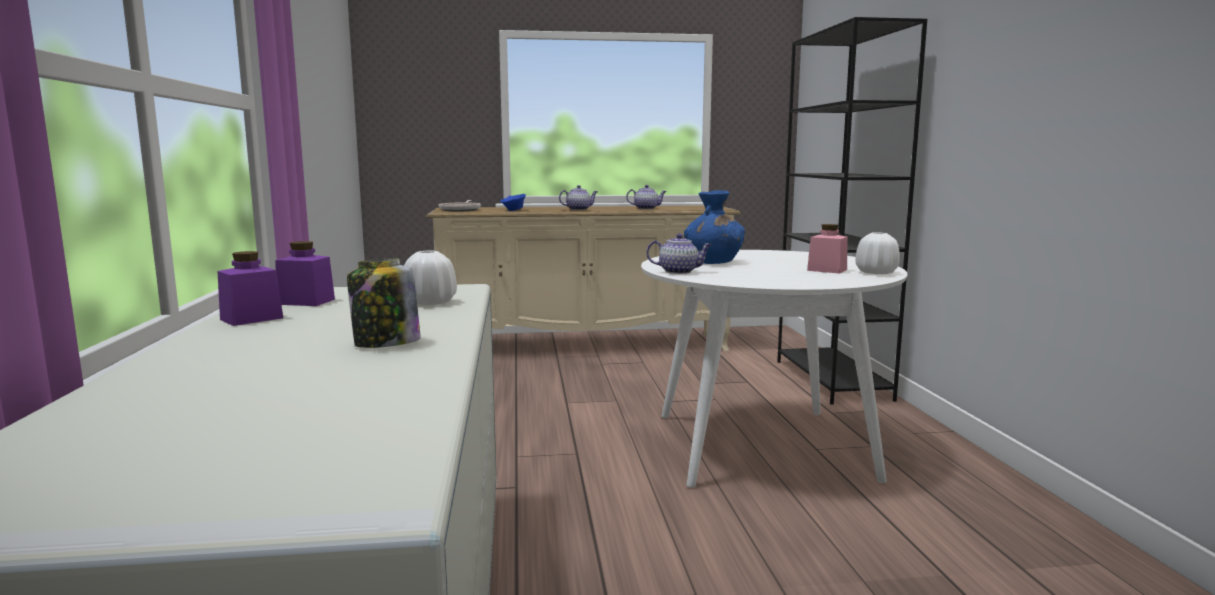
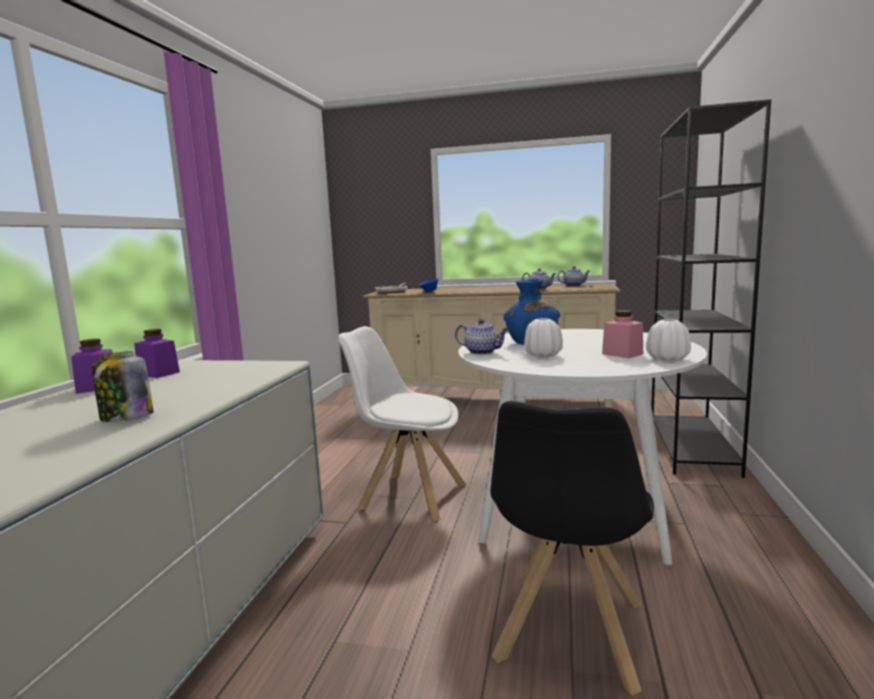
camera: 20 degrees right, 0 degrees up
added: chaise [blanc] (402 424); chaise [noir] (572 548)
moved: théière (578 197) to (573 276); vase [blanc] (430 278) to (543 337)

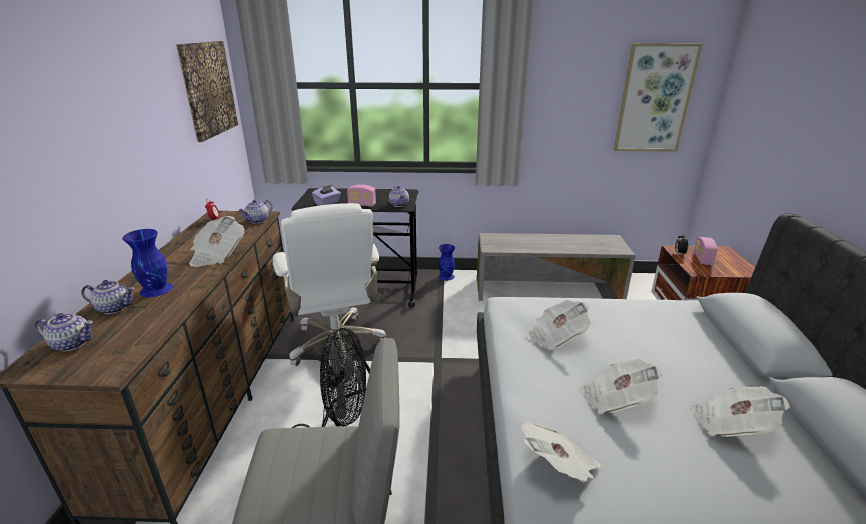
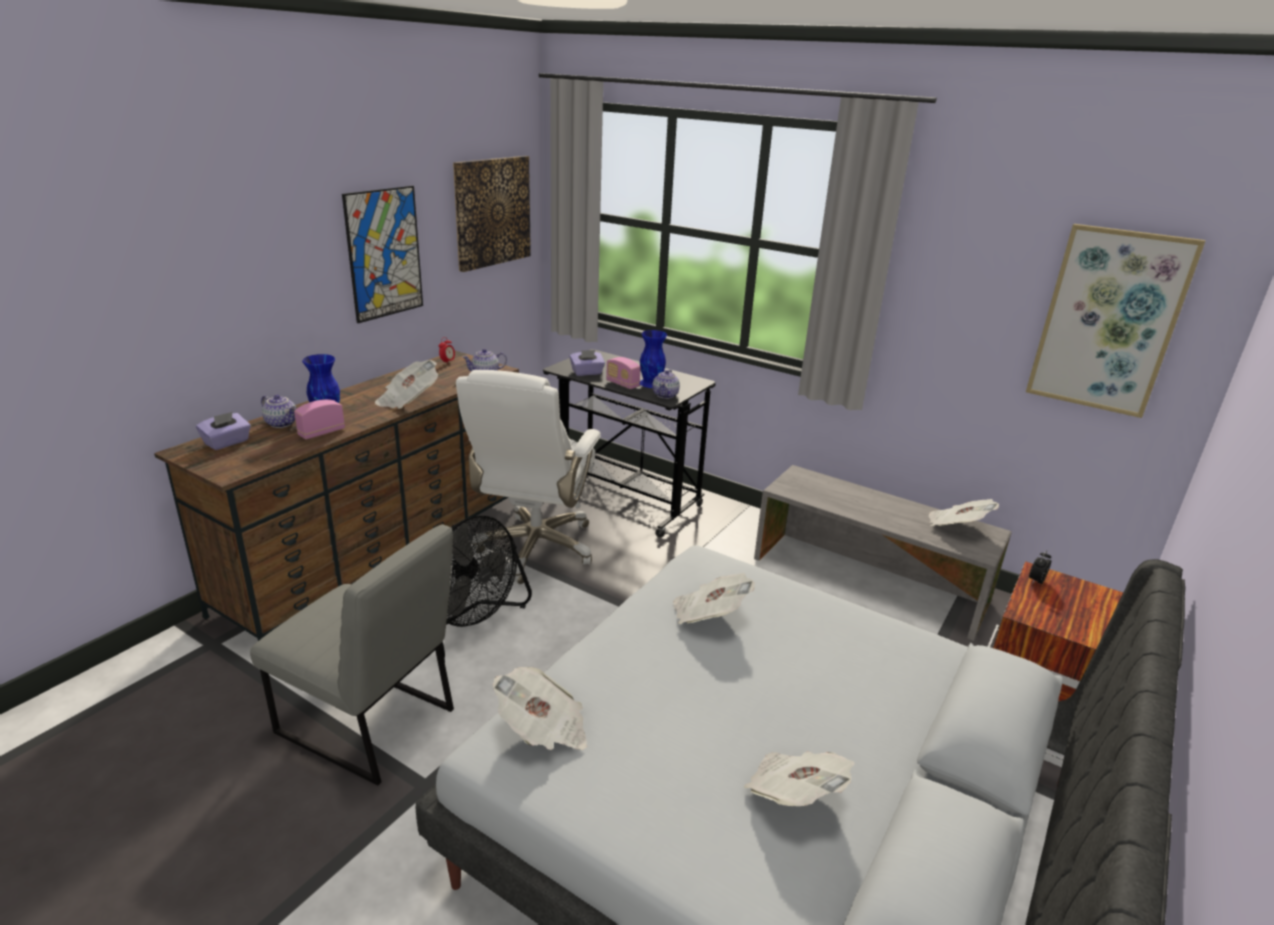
camera: 30 degrees right, 0 degrees up
added: tableau (382 254)
moved: radio (706 251) to (319 419); vase [bleu] (447 262) to (653 359); journal (621 386) to (964 512)
replaced: théière (64 332) to boîte à mouchoirs [violet] (223 431)

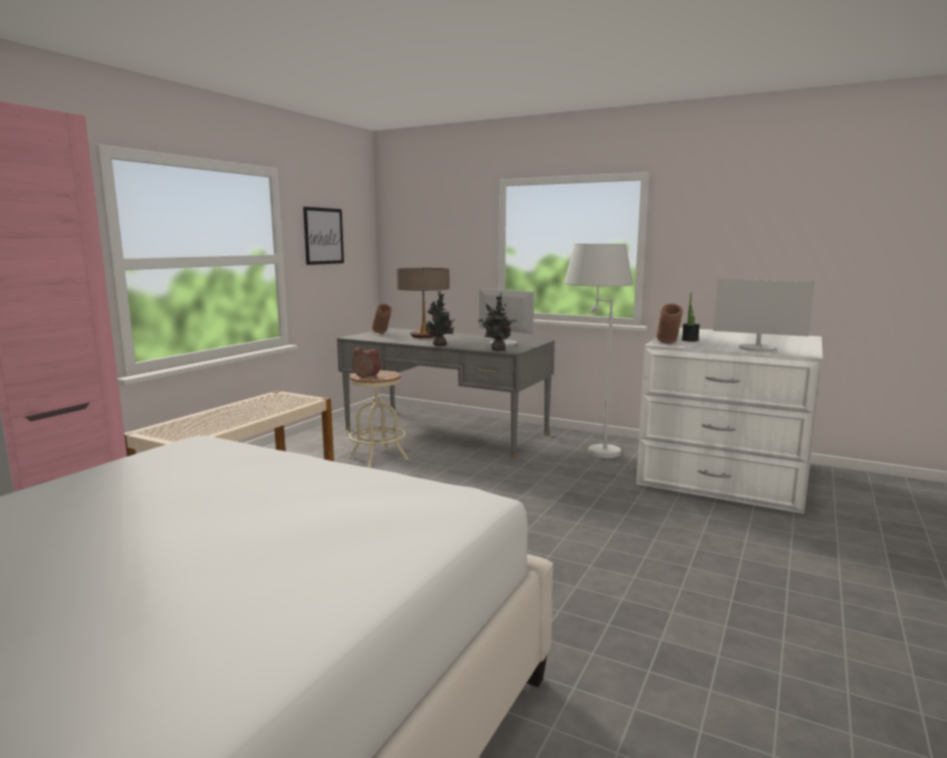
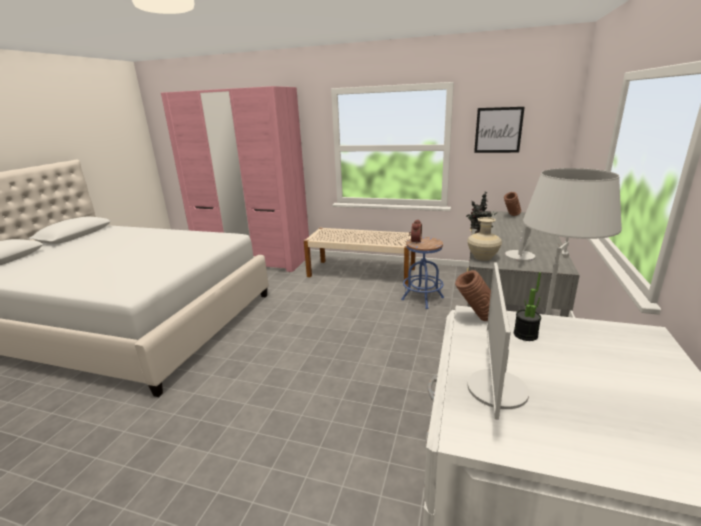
camera: 80 degrees right, 10 degrees up
removed: lampe de table (422 303)
replaced: plante en pot (497 322) to vase [beige] (484 239)
recoloured: tabouret [beige] (378 419) to tabouret [bleu] (422 273)

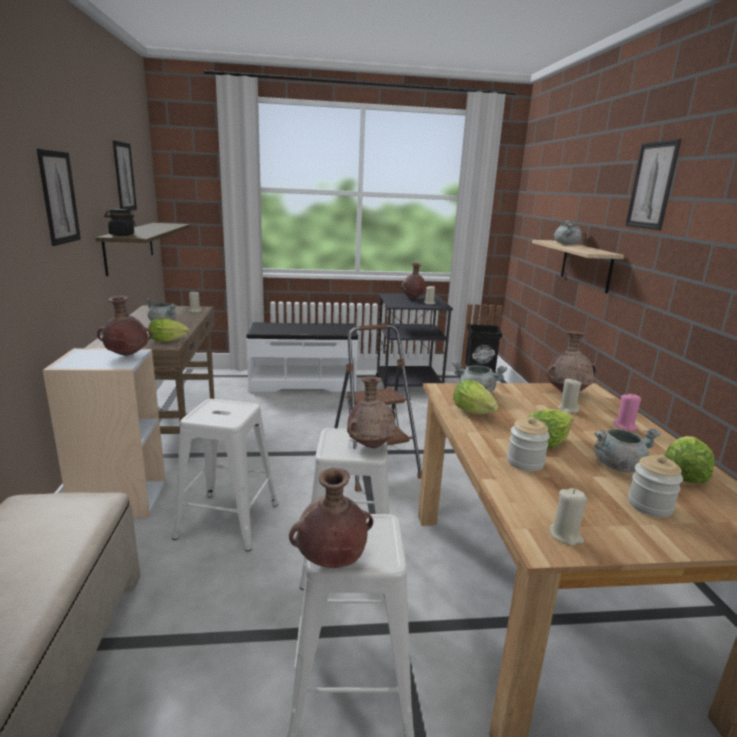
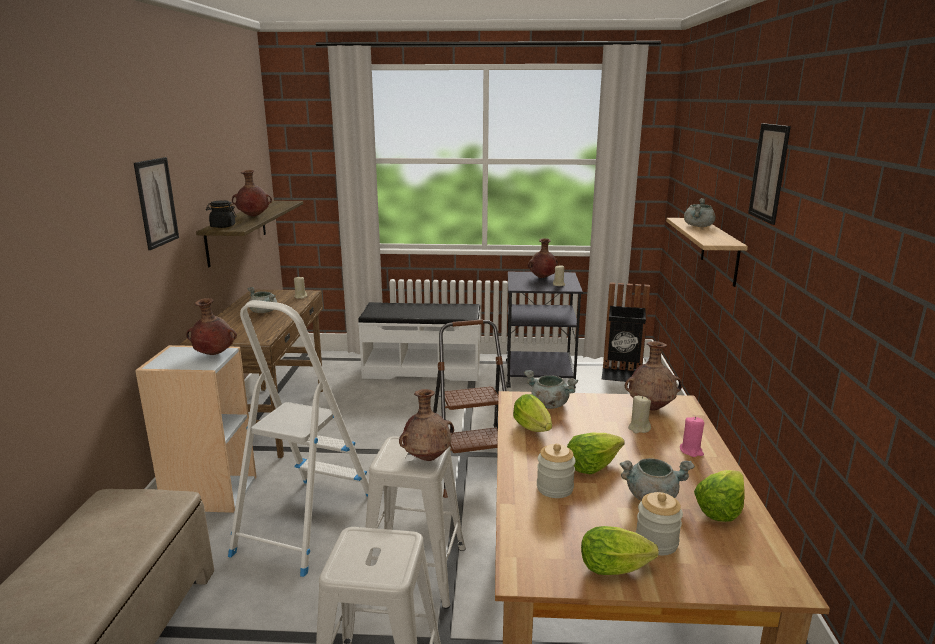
camera: 10 degrees right, 0 degrees up
removed: tableau (125 175); bougie [beige] (568 517)
moved: laitue (168 330) to (620 550); vase [marron] (331 517) to (252 193)
replaced: tabouret [blanc] (225 475) to escabeau [blanc] (298 438)

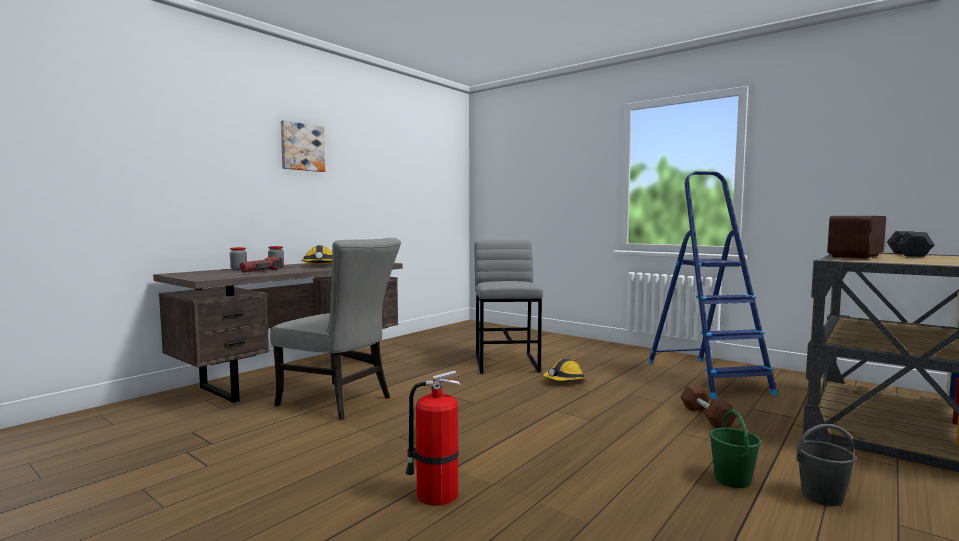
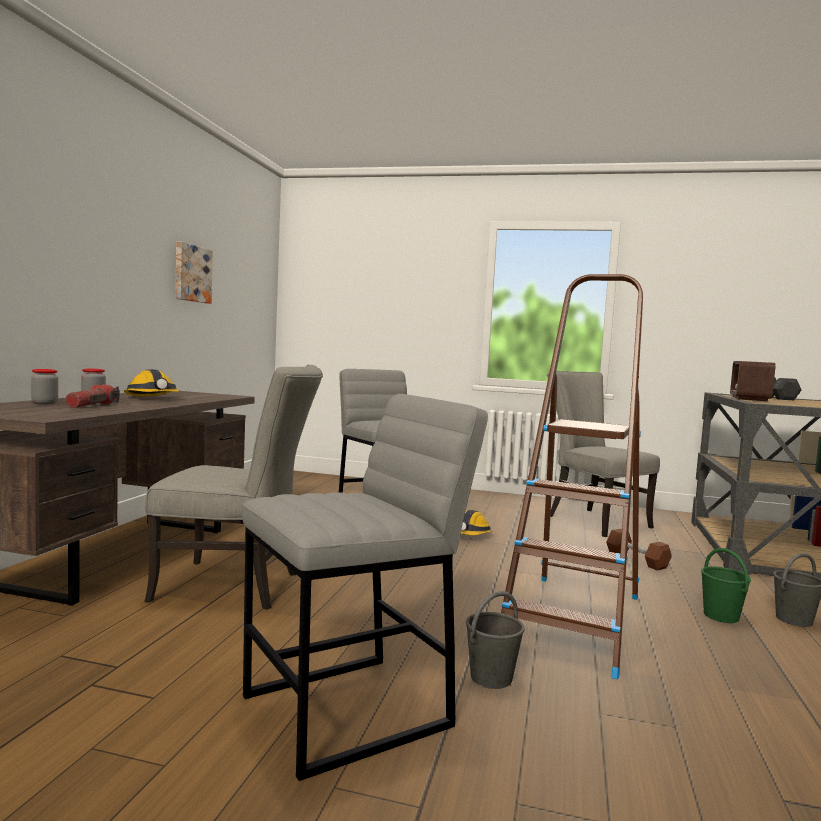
camera: 25 degrees left, 0 degrees up
added: escabeau [marron] (572 476); tabouret [gris] (365 587)
moved: tableau (303 146) to (194 273)
replaced: escabeau [bleu] (713 285) to chaise [gris] (603 454); extincteur (433 438) to seau [gris] (495 640)

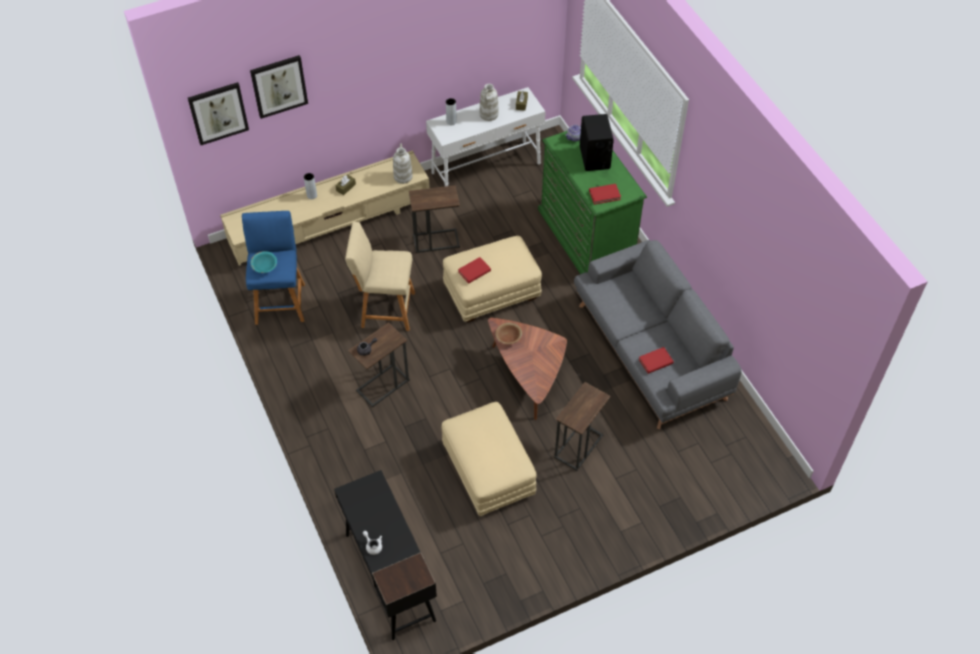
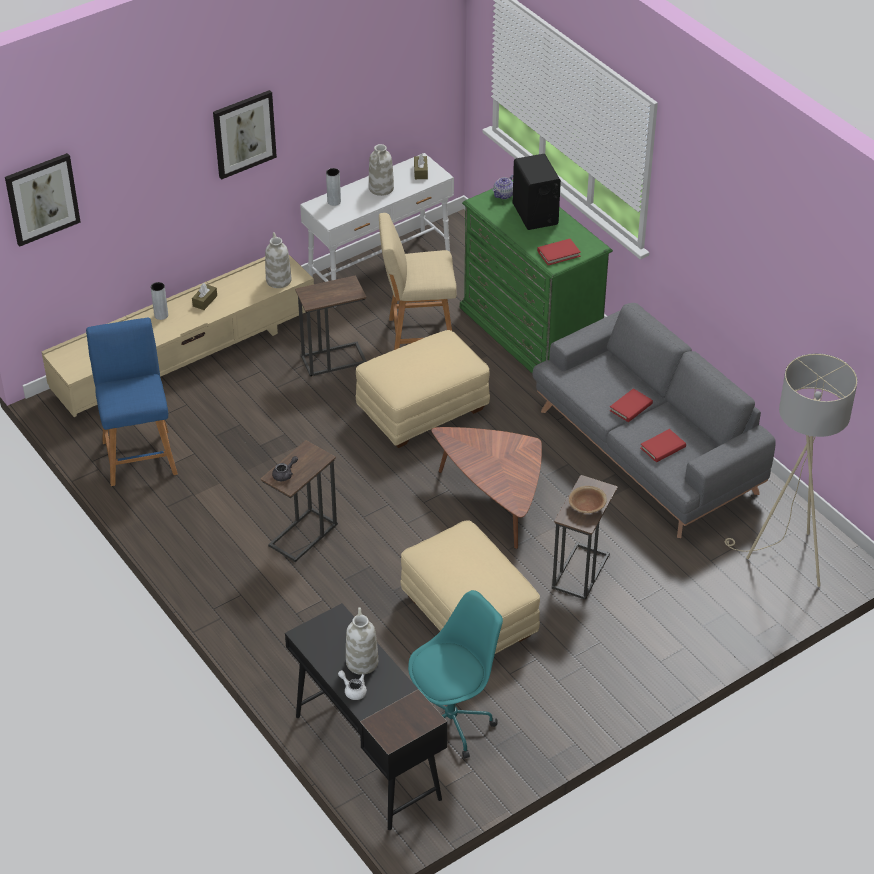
camera: 10 degrees left, 10 degrees down
removed: bol [turquoise] (264 262)
added: lampadaire [beige] (791 470); chaise de bureau [turquoise] (455 674); vase [blanc] (362 641)
moved: tableau (279 87) to (245 134); tabouret [beige] (380 276) to (418 281); livre [rouge] (474 270) to (631 405); bol [marron] (508 333) to (588 499)

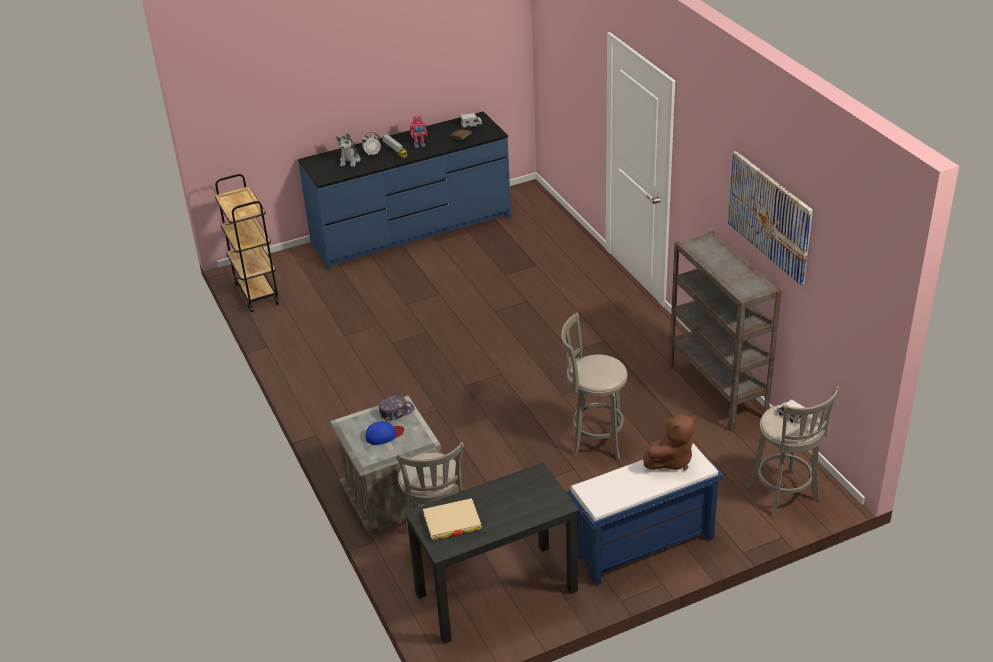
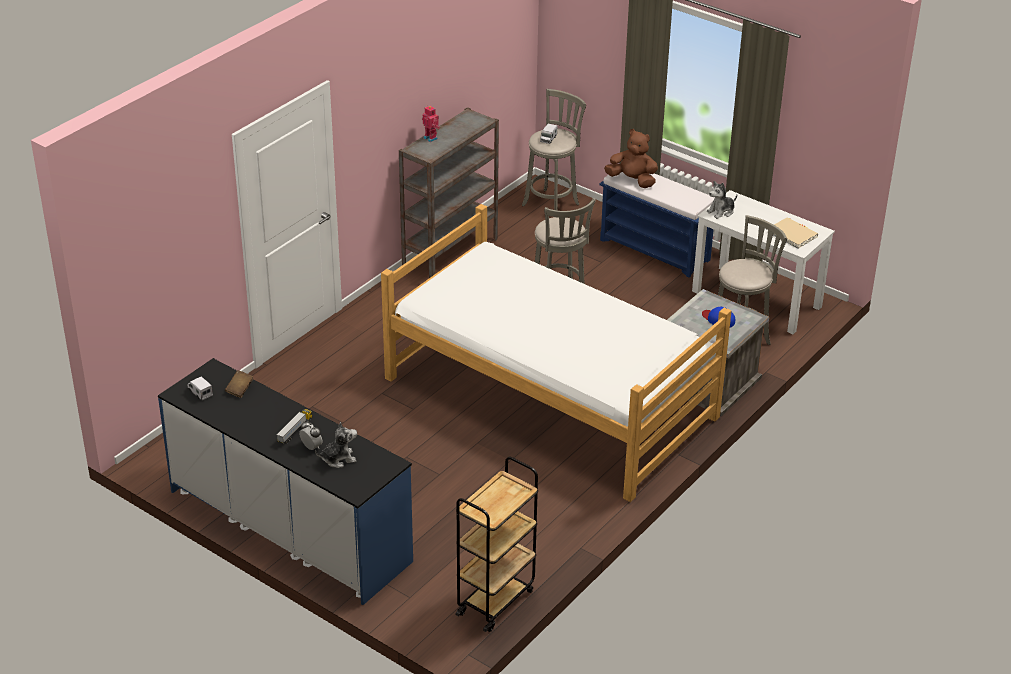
camera: 120 degrees left, 0 degrees up
removed: tableau (770 218); casquette (397 409)
added: peluche (722 200); lit (556 353)
moved: robot jouet (418 131) to (431 124)
recoloured: bureau [noir] (491 553) to bureau [blanc] (763 262)

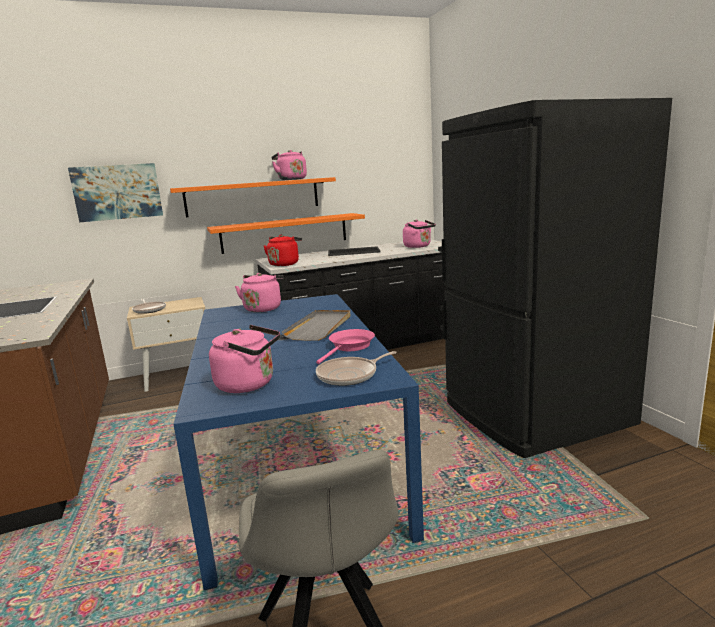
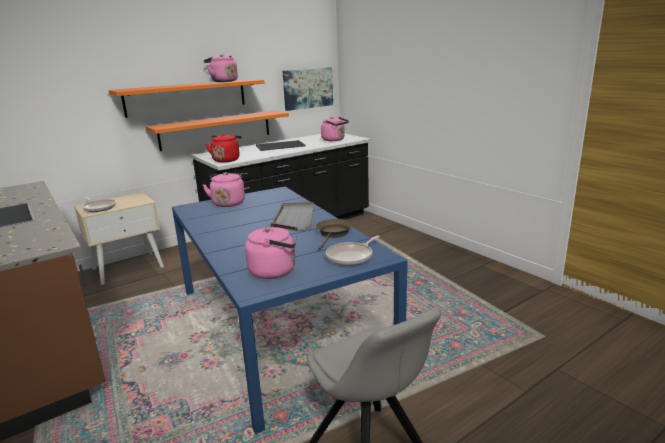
camera: 15 degrees left, 5 degrees up
removed: réfrigérateur [noir] (555 278)
moved: tableau (115 192) to (307 89)
recoloured: poêle [rose] (345 346) to poêle [marron] (334 234)

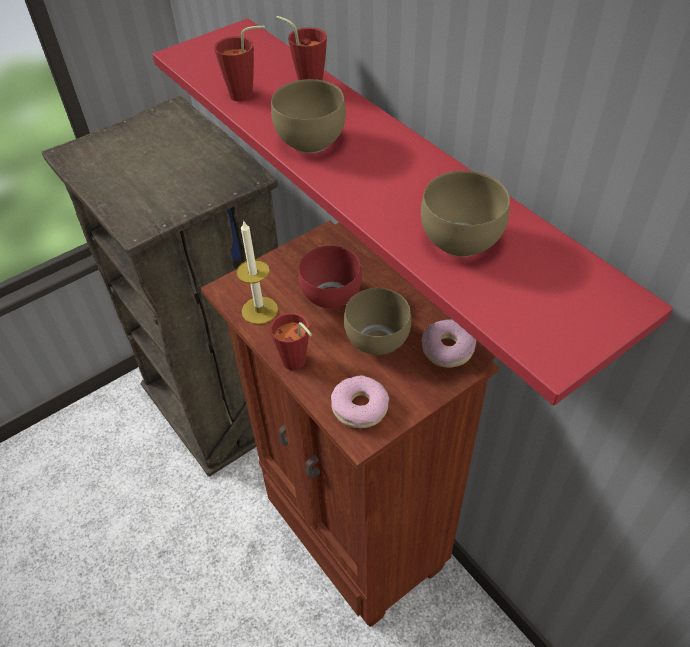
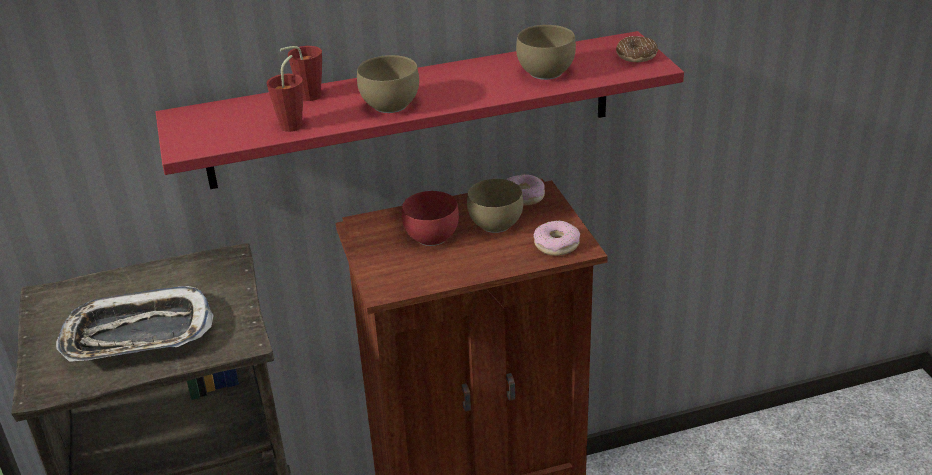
camera: 70 degrees left, 15 degrees down
removed: bougie (257 272); tasse [rouge] (291 341)
added: beignet (637 49); plateau (135 324)

